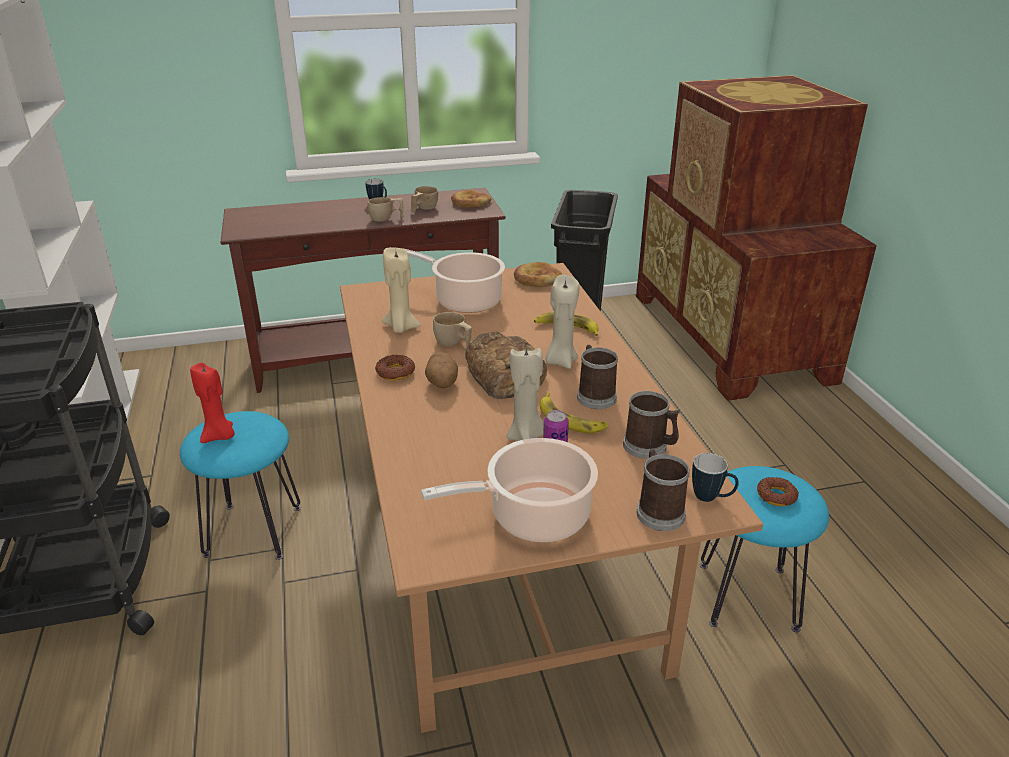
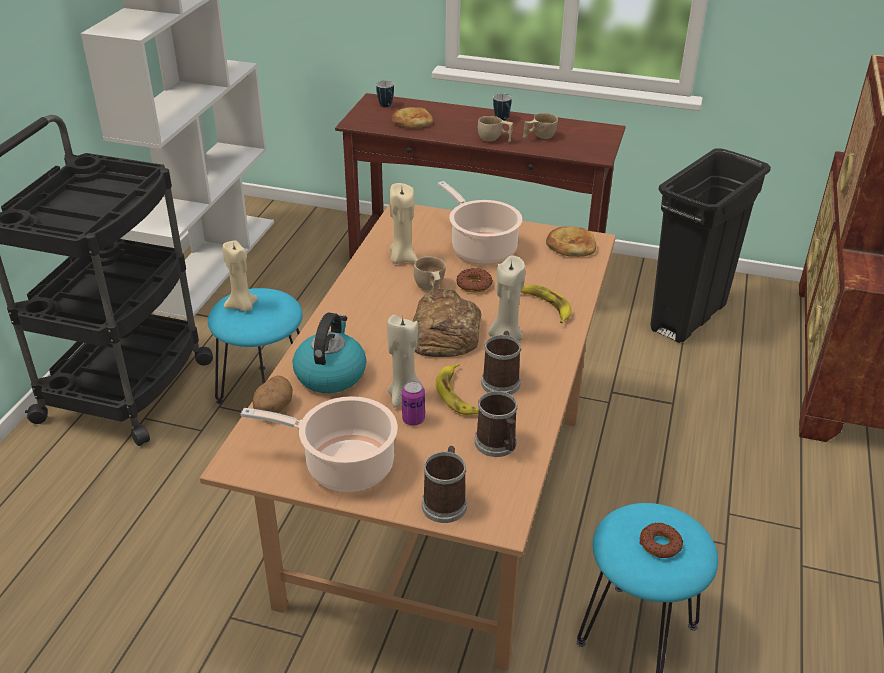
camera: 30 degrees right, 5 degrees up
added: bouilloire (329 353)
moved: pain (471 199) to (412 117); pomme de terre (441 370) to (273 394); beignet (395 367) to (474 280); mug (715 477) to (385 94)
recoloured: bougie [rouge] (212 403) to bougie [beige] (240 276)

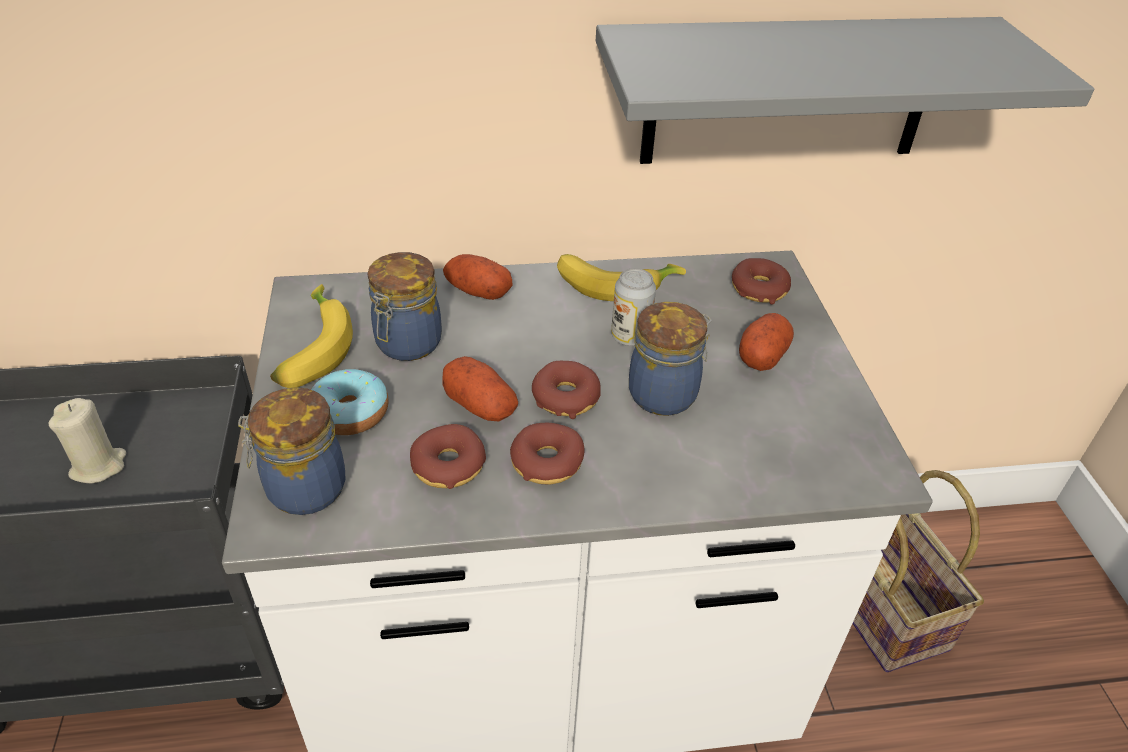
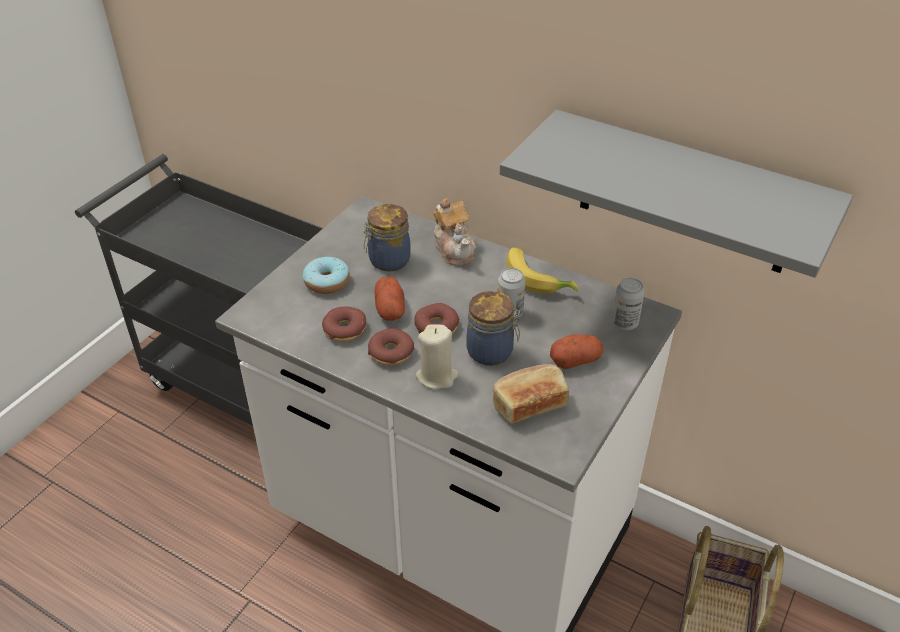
camera: 40 degrees right, 0 degrees up
removed: banane (311 336); bocal (291 451)
added: pain (531 393)
moved: bougie [beige] (87 440) to (437 356)
replaced: pomme de terre (478 277) to théière (454 232); beignet (761 281) to boîte métallique (628 304)

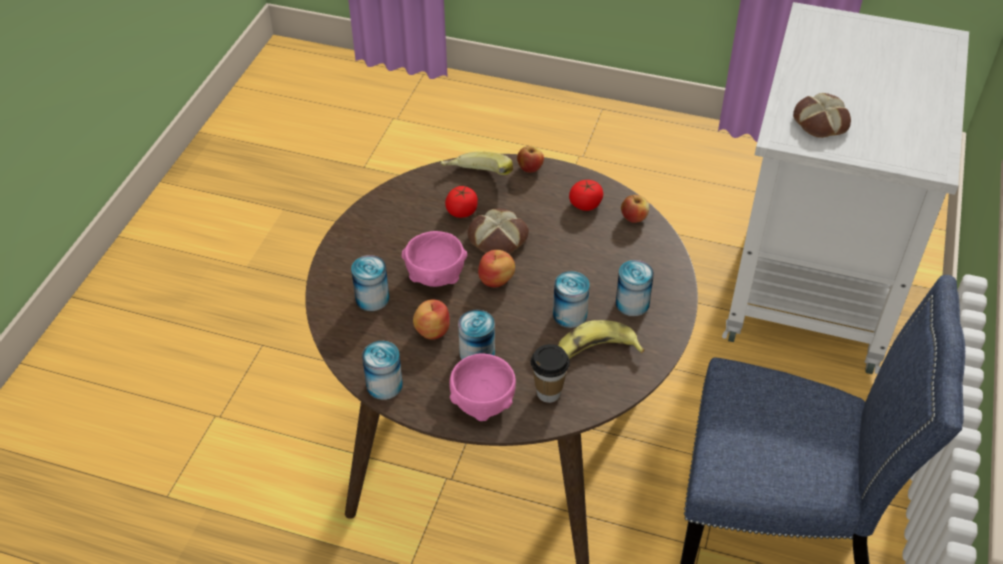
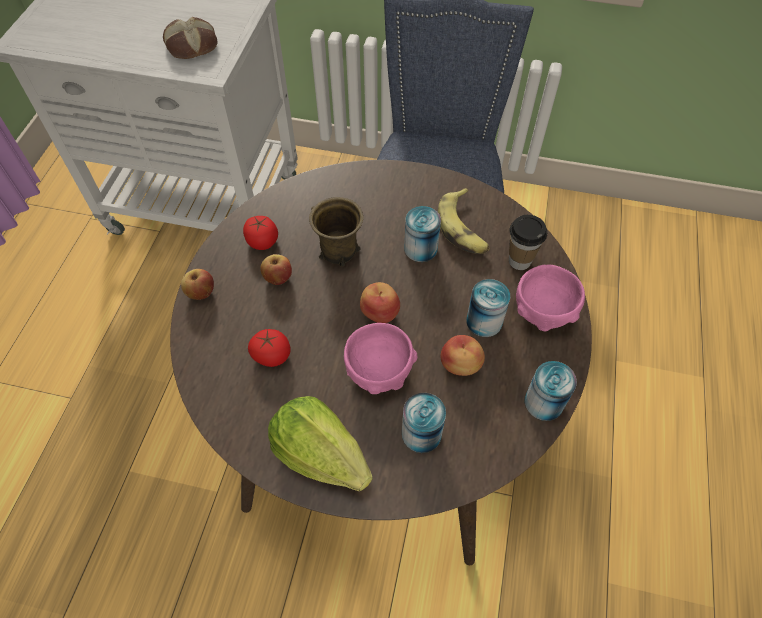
camera: 95 degrees left, 10 degrees up
removed: banane (476 163); pain (498 231); boîte métallique (635 288)
added: mug [marron] (336 232); laitue (320 443)
moved: pomme (635 209) to (276 269)

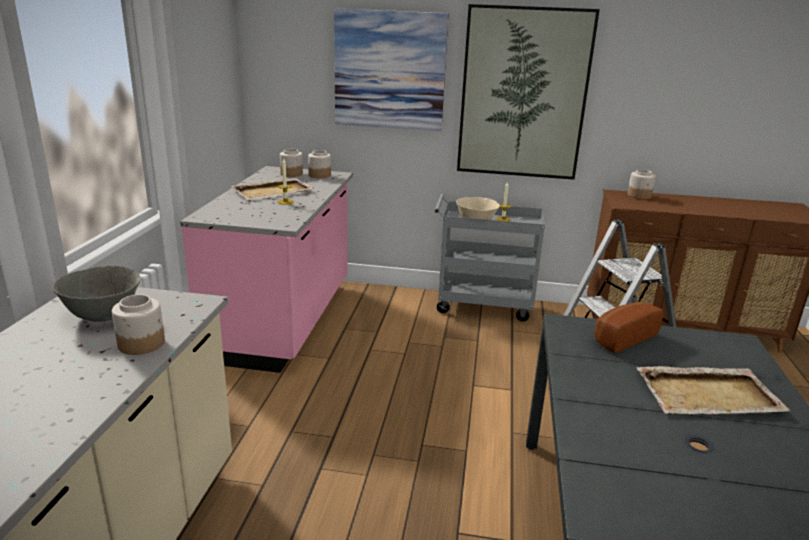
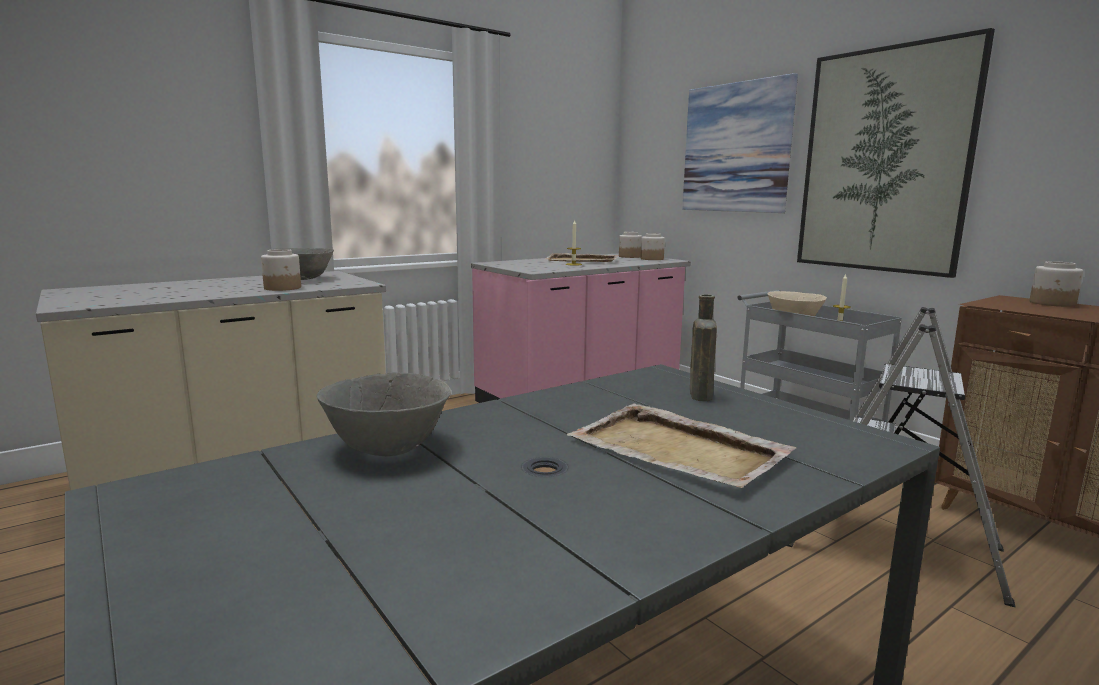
camera: 45 degrees right, 10 degrees down
added: bol [gris] (383 414)
replaced: pain (629 327) to bouteille [marron] (703 348)

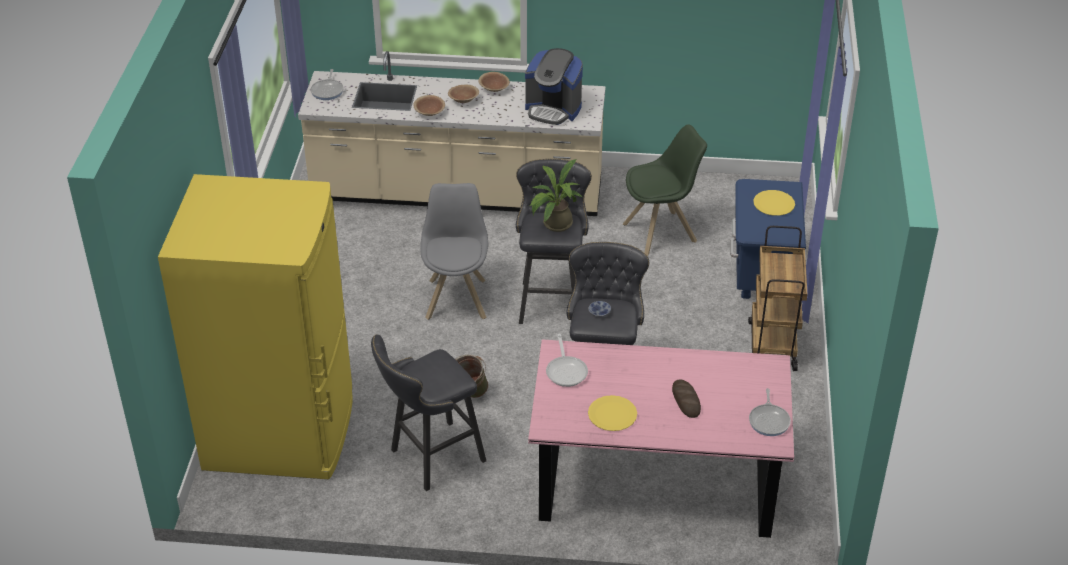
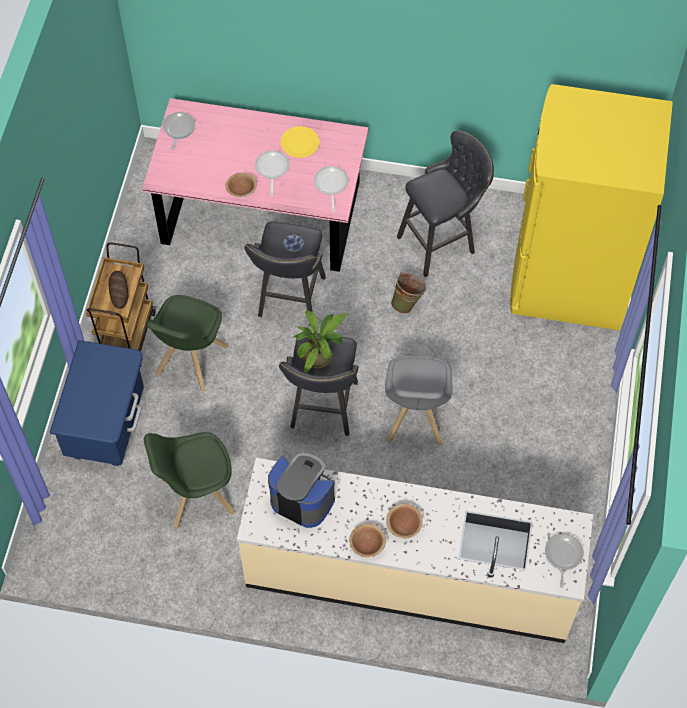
camera: 175 degrees left, 20 degrees up
removed: assiette [jaune] (774 203)
added: poêle (272 173); chaise [vert] (187 343)
moved: bol [marron] (429 105) to (241 184); pain (686 398) to (118 290)

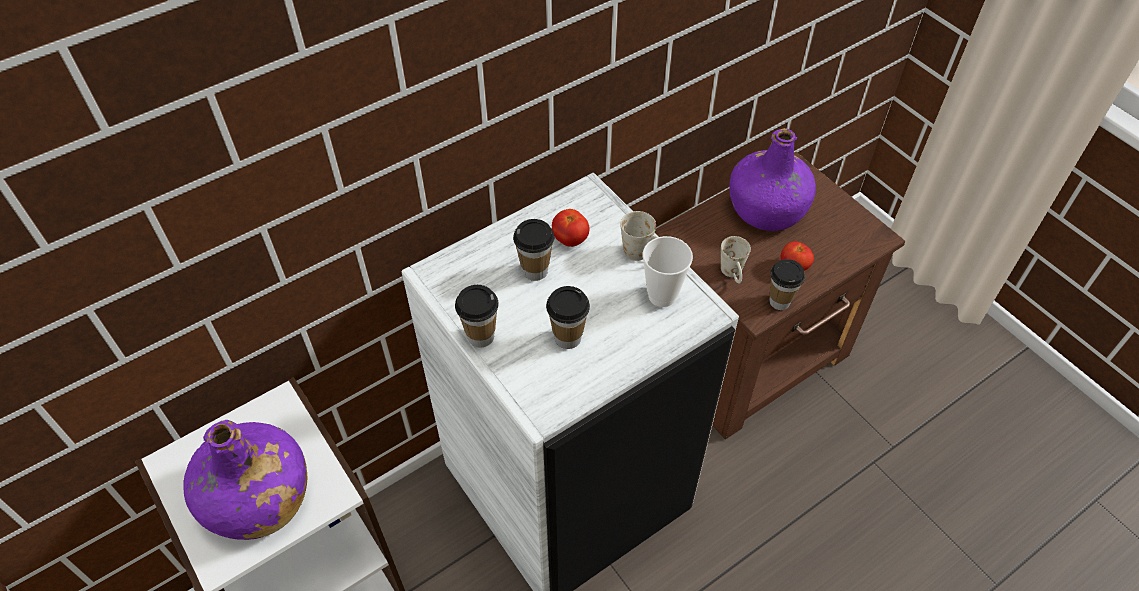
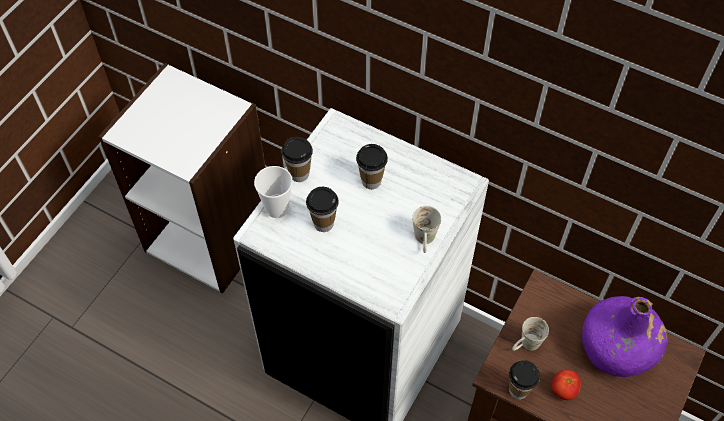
camera: 65 degrees right, 5 degrees up
removed: tomate (570 228); bouteille [violet] (245 480)
moved: tasse (668 271) to (273 192)

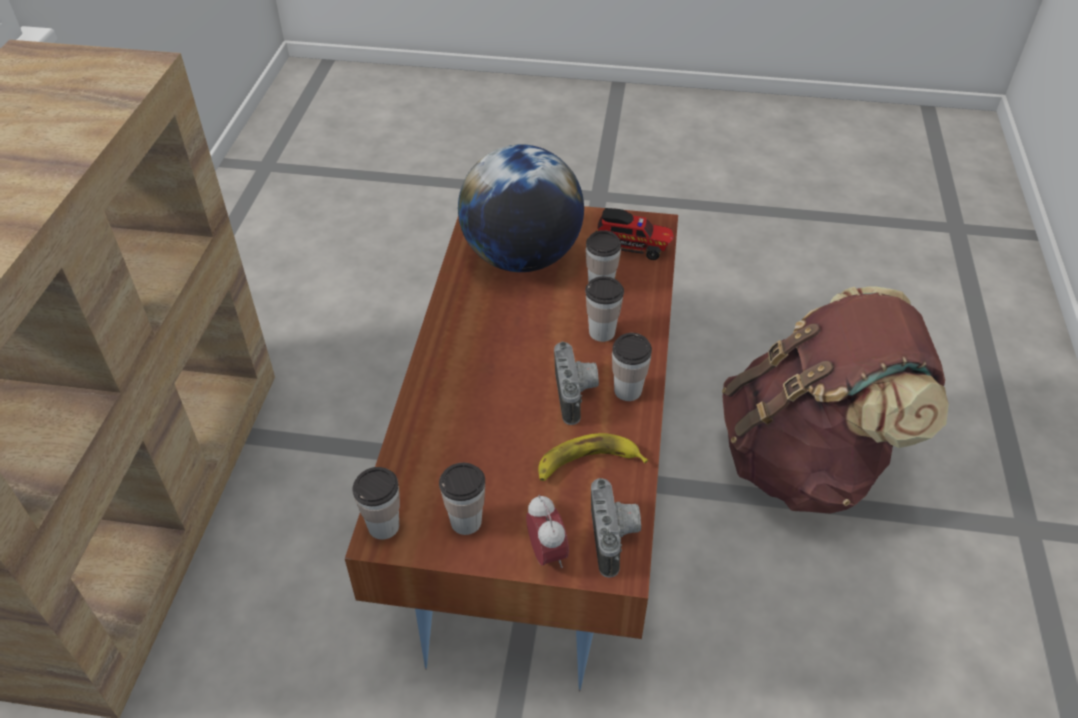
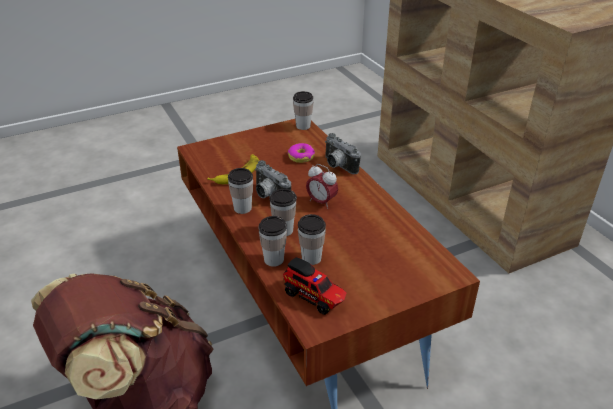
camera: 145 degrees right, 10 degrees down
removed: globe (521 208)
added: beignet (301 153)
moved: tasse (462 499) to (273 241); appareil photo (616 528) to (343 153); réveil (547 531) to (322 186)
turned: camion jouet (635 234) = (315 286) 120 degrees counterclockwise

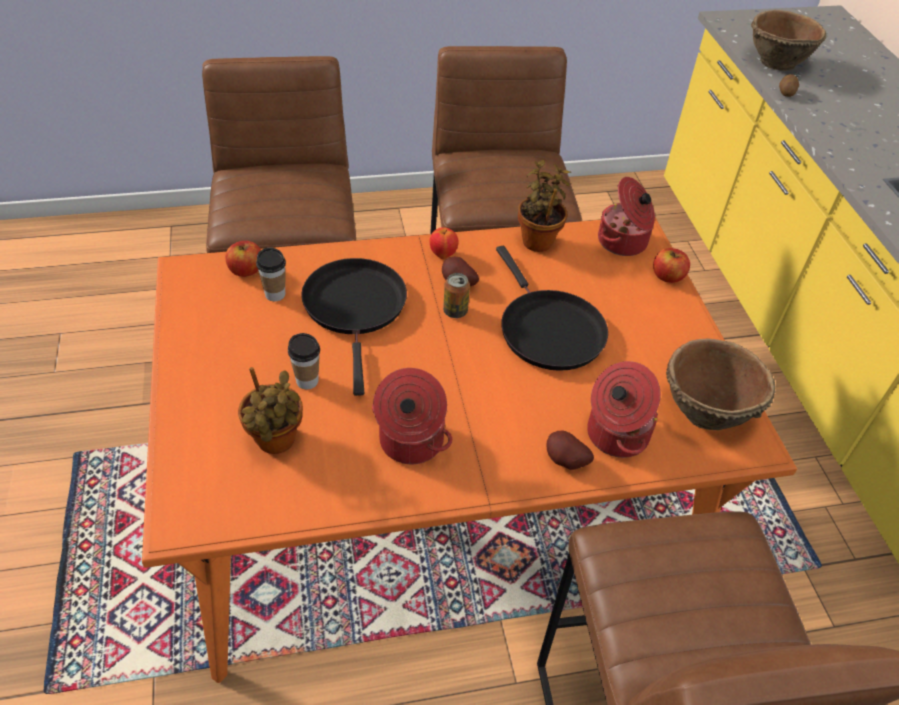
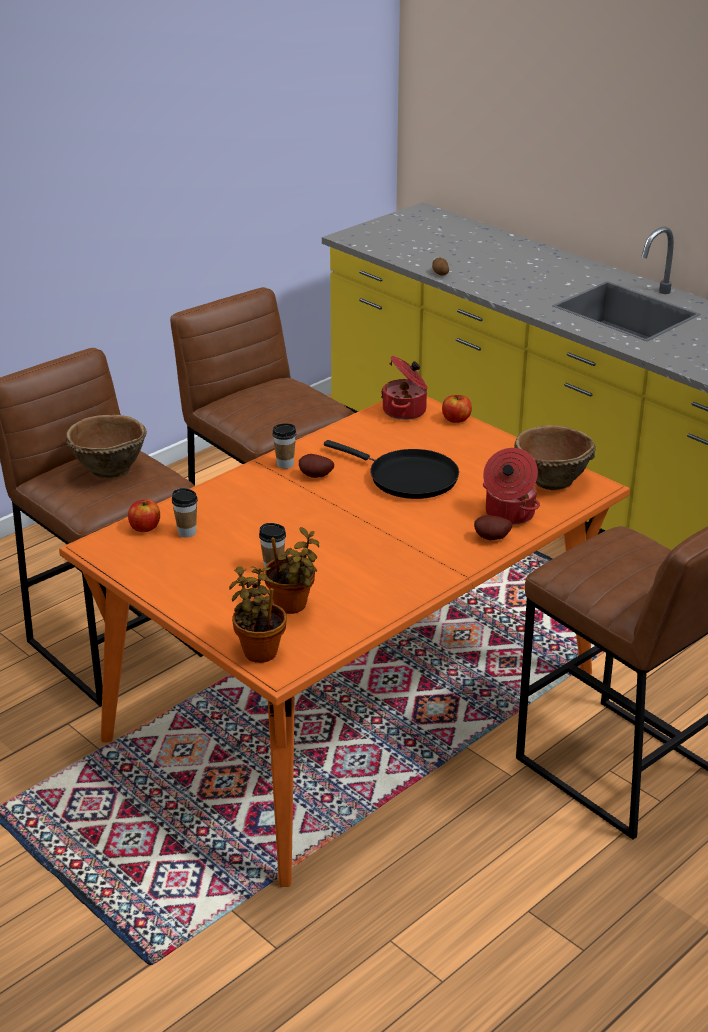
camera: 30 degrees left, 15 degrees down
removed: poêle [noir] (354 327); boîte métallique (456 295); marmite (412 416)
moved: bol [marron] (789 40) to (106 446); plante en pot (544 206) to (258 614)
replaced: pomme (444 243) to tasse (284 446)

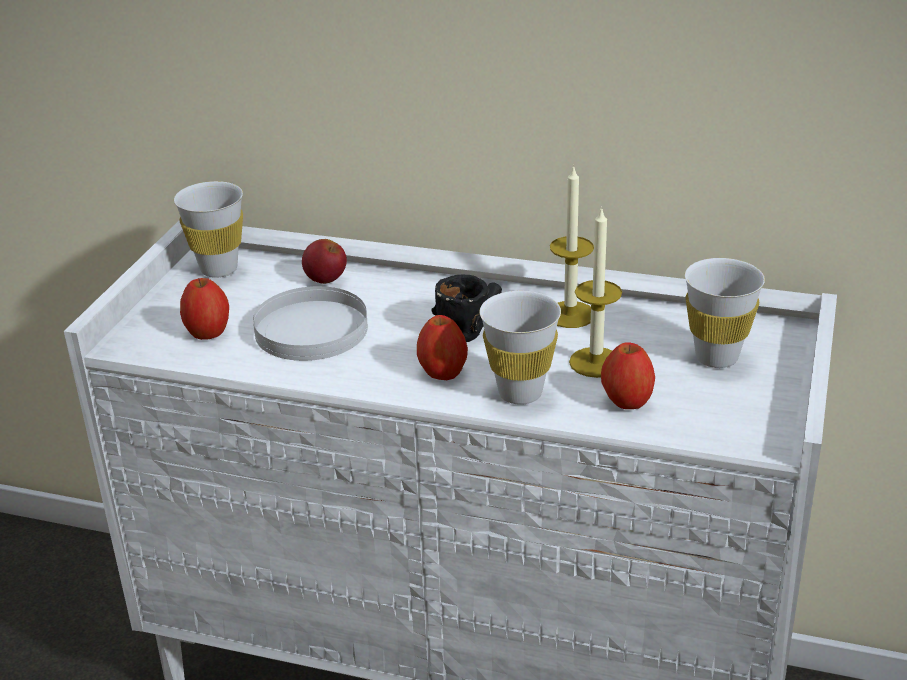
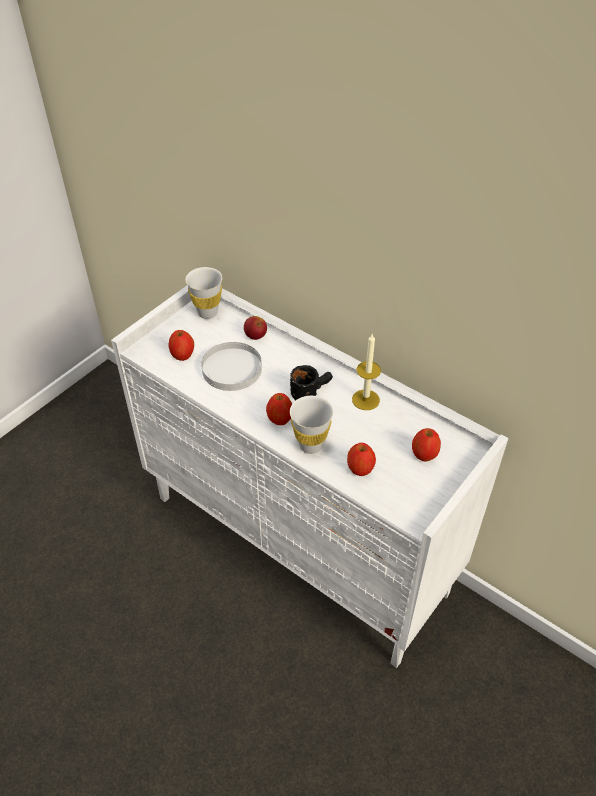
camera: 20 degrees right, 15 degrees up
removed: bougie (595 292)
replaced: tasse [blanc] (725 313) to pomme (426 445)

